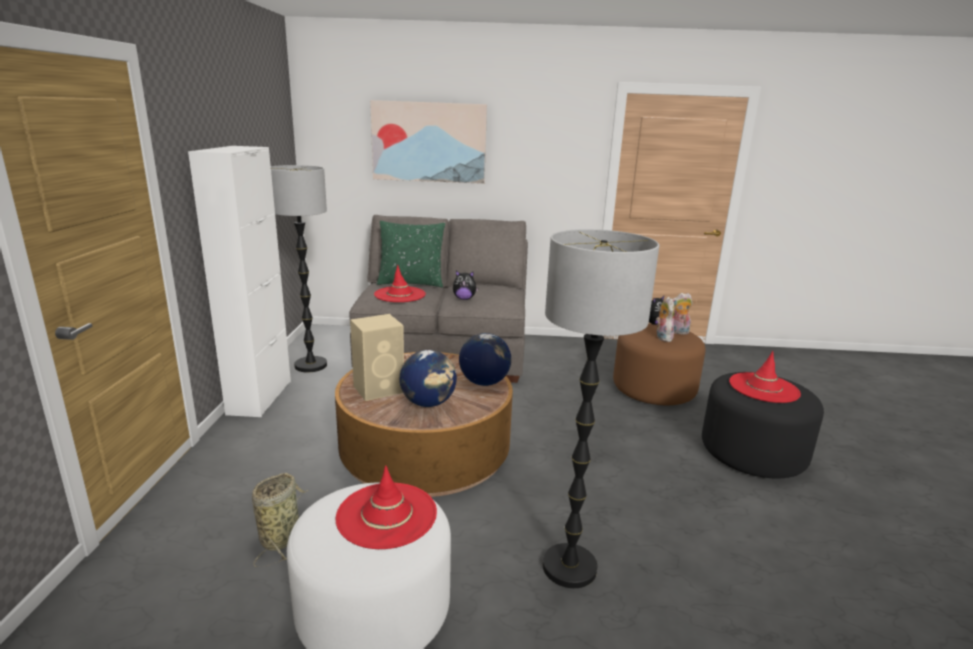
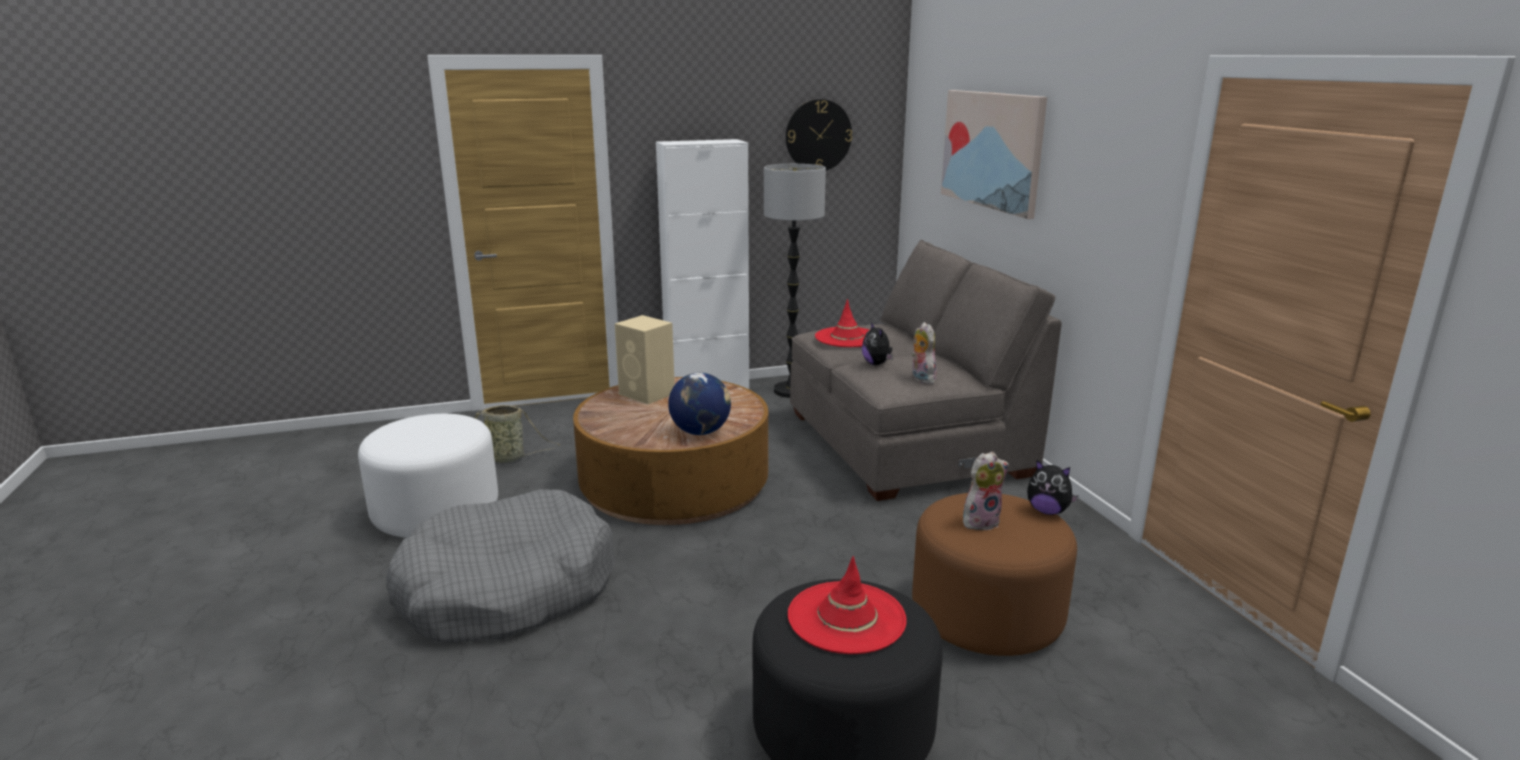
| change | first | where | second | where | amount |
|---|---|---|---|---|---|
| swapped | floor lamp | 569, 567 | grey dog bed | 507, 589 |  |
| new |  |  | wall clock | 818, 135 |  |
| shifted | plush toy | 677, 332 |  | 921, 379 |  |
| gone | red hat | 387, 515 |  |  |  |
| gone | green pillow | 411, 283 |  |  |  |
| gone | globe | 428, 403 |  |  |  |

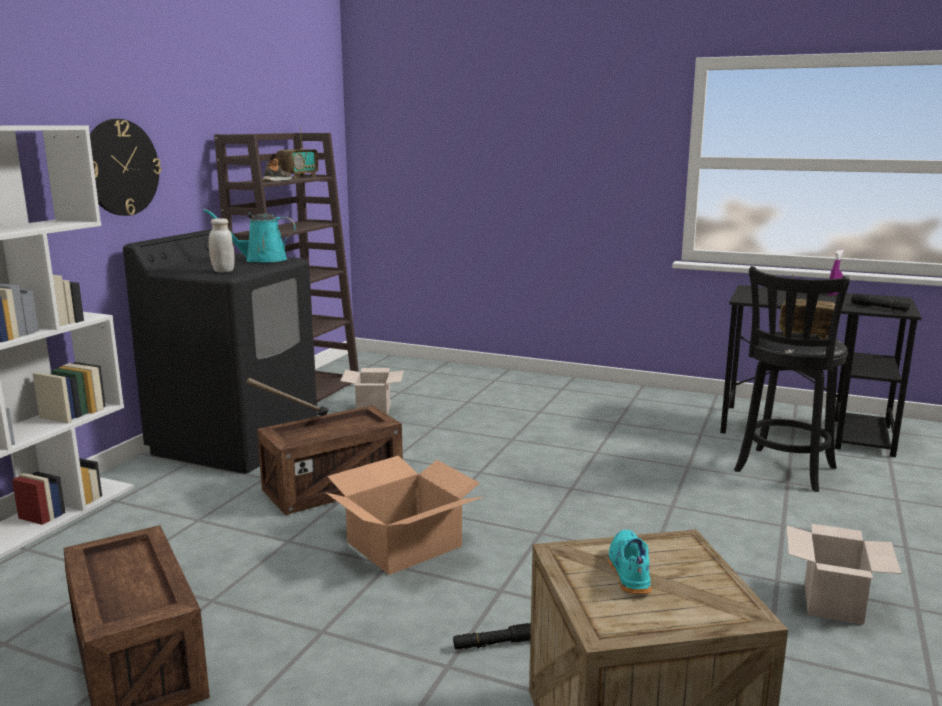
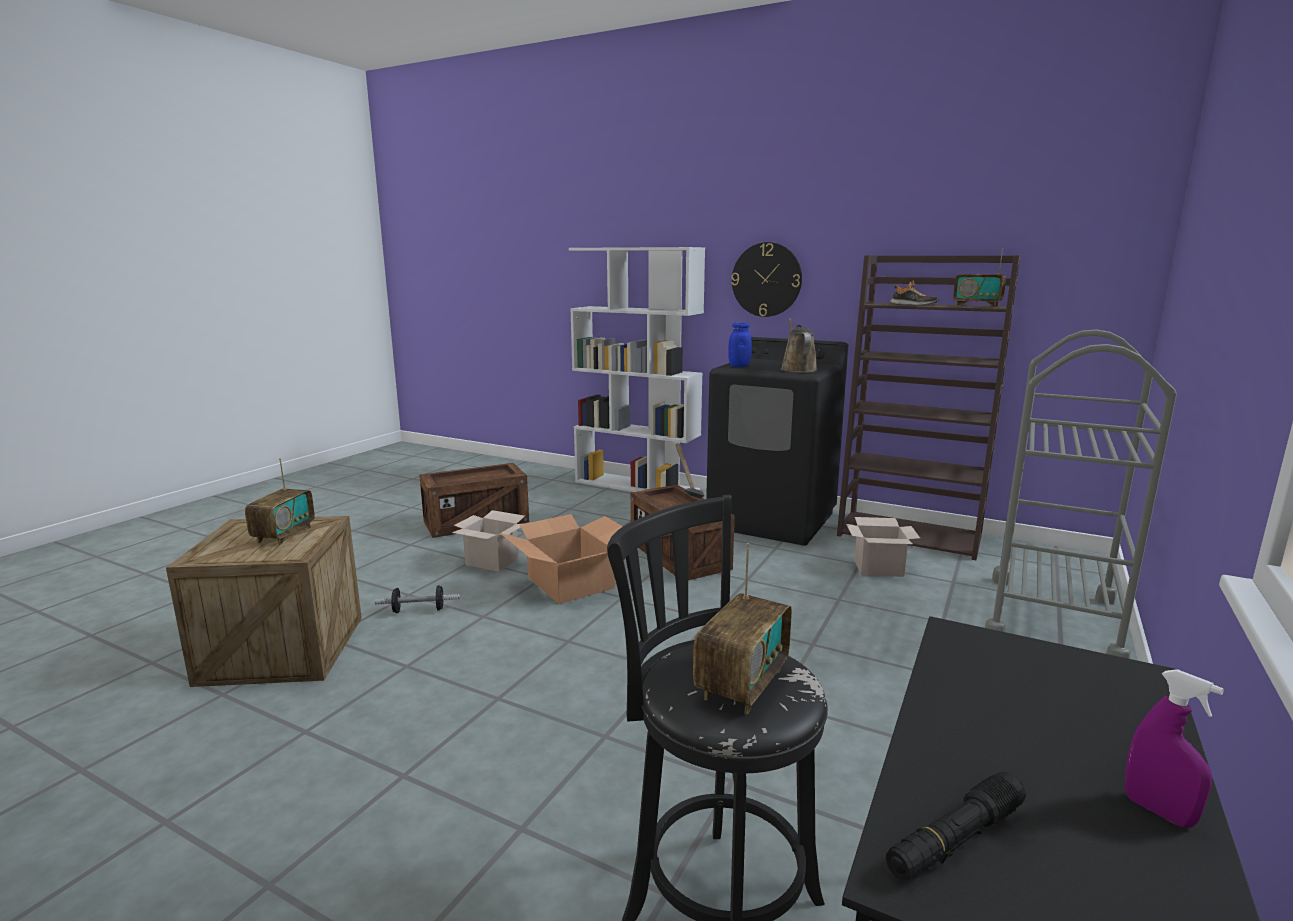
| change | first | where | second | where | amount |
|---|---|---|---|---|---|
| swapped | turquoise shoe | 628, 571 | radio | 284, 535 |  |
| swapped | black flashlight | 495, 644 | dumbbell | 419, 610 |  |
| shifted | cardboard box | 834, 604 |  | 490, 562 |  |
| repainted | white jar | 223, 271 | blue jar | 739, 366 |  |
| repainted | turquoise watering can | 261, 260 | brown watering can | 797, 369 |  |
| new |  |  | grey cart | 1052, 618 |  |

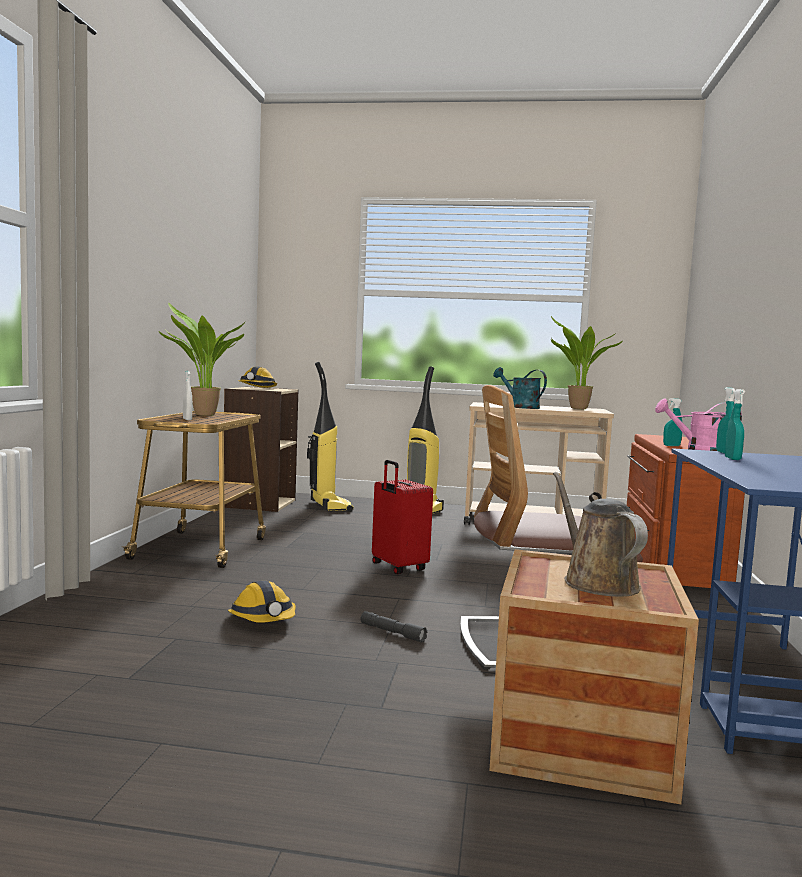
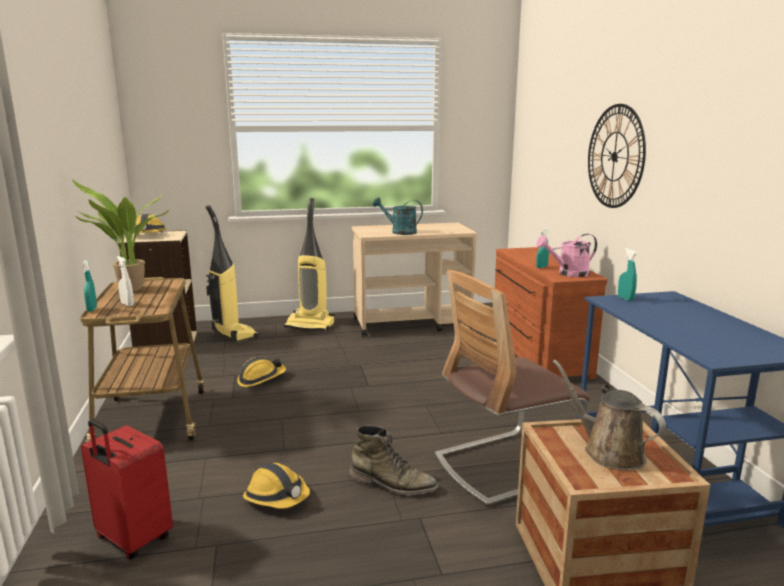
| change | first | where | second | where | amount |
|---|---|---|---|---|---|
| shifted | red suitcase | 397, 567 |  | 132, 539 |  |
| shifted | turquoise spray bottle | 732, 459 |  | 92, 309 |  |
| new |  |  | hard hat | 261, 379 |  |
| swapped | grey flashlight | 392, 632 | green boot | 393, 484 |  |
| new |  |  | wall clock | 615, 156 |  |
| gone | potted plant | 577, 409 |  |  |  |

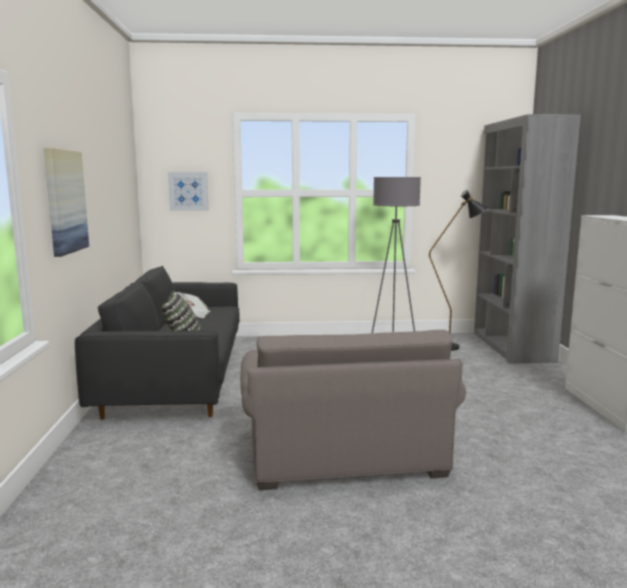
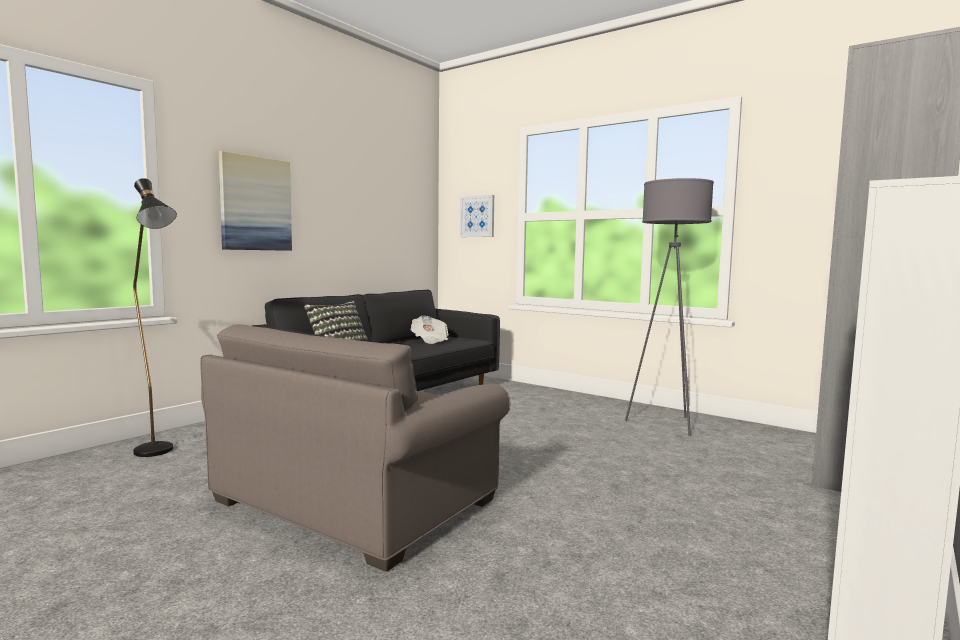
| change | first | where | second | where | amount |
|---|---|---|---|---|---|
| shifted | black floor lamp | 456, 347 |  | 159, 454 |  |

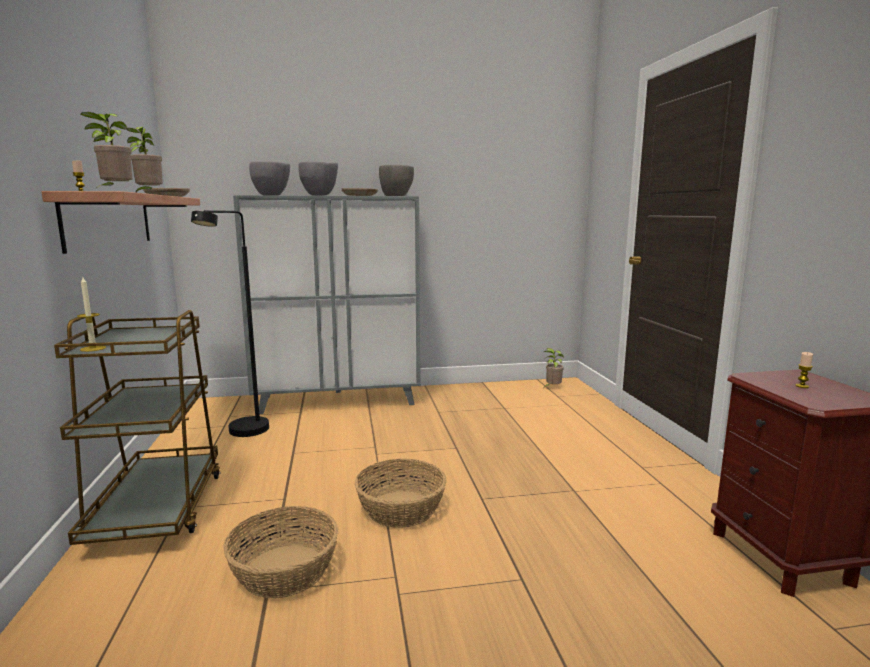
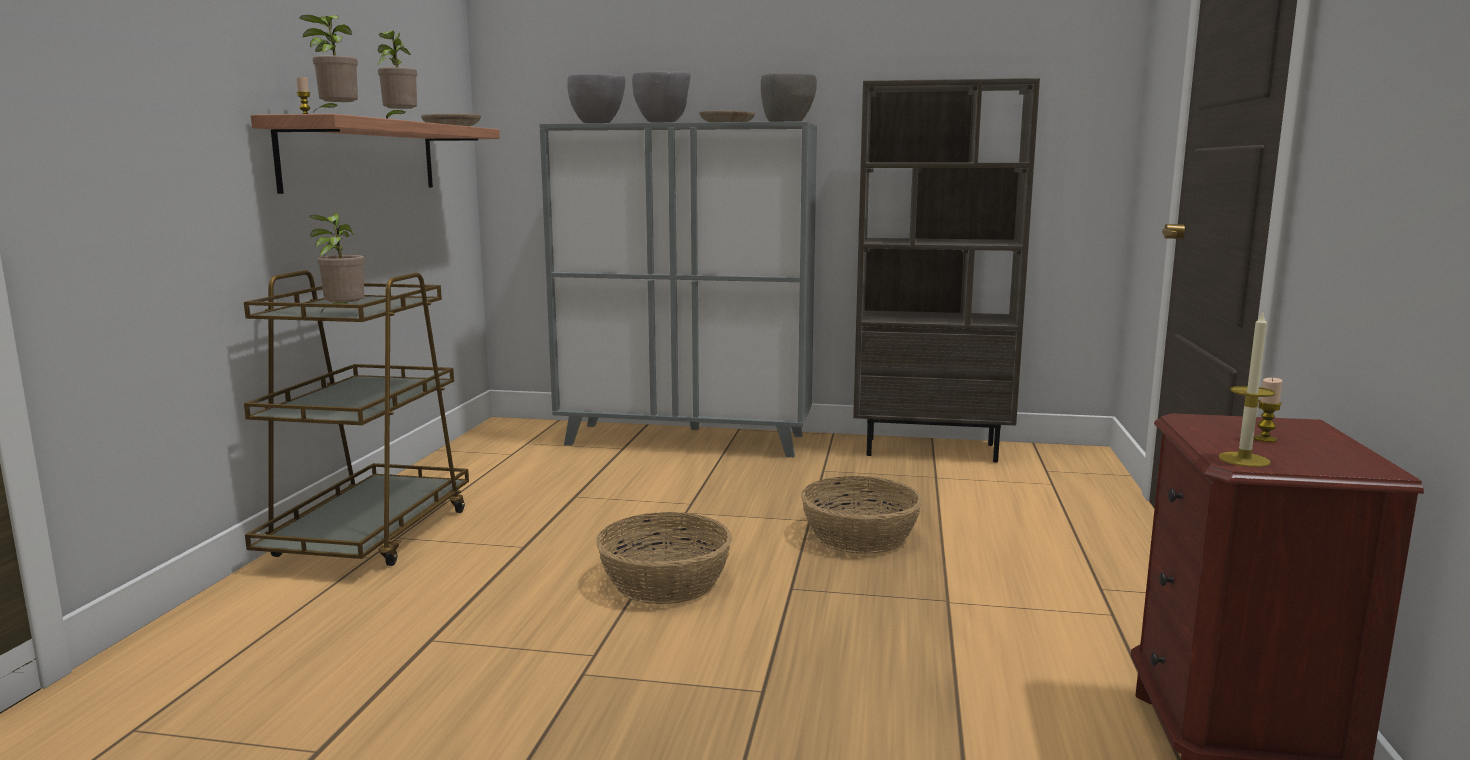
| change | first | where | second | where | amount |
|---|---|---|---|---|---|
| shifted | potted plant | 552, 388 |  | 343, 314 |  |
| shifted | basket | 285, 570 |  | 860, 536 |  |
| new |  |  | brown bookcase | 931, 449 |  |
| shifted | candle | 93, 348 |  | 1244, 459 |  |
| gone | black floor lamp | 243, 434 |  |  |  |

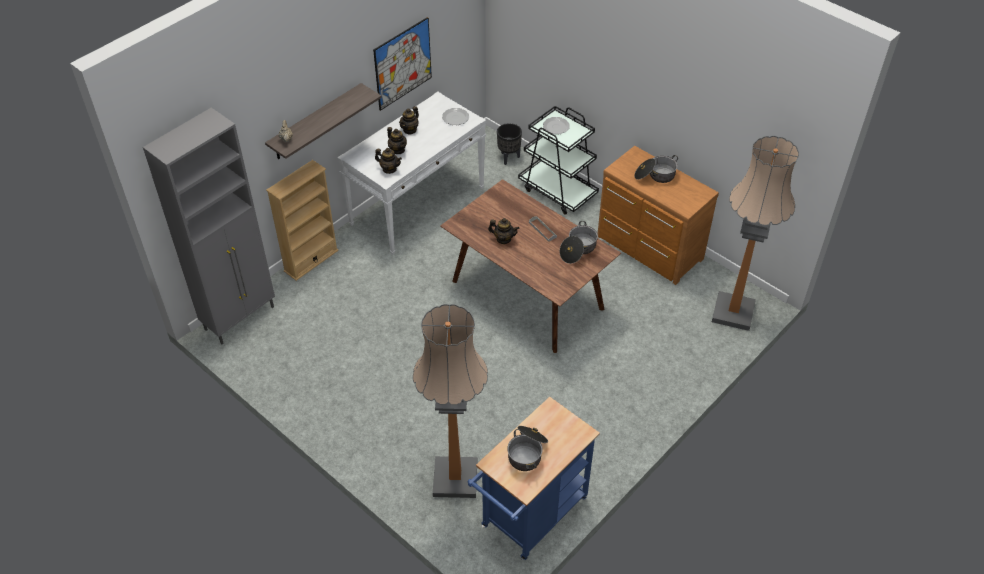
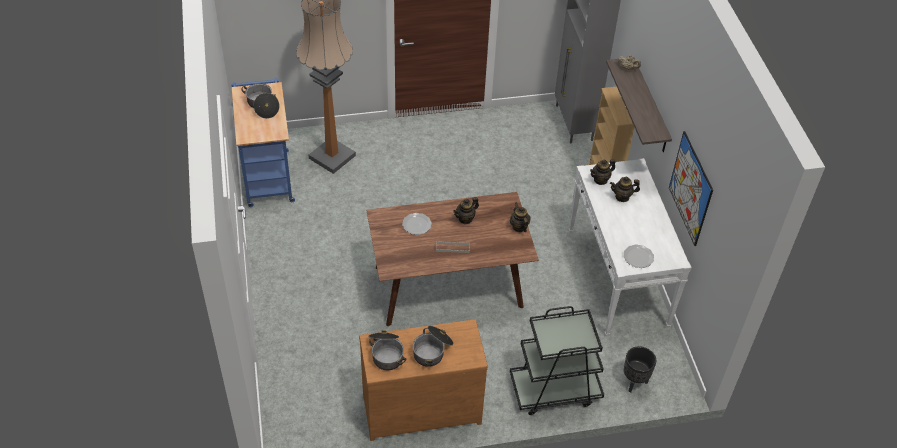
| change | first | where | second | where | amount |
|---|---|---|---|---|---|
| shifted | cooking pot | 578, 249 |  | 386, 353 |  |
| shifted | plate | 556, 126 |  | 417, 225 |  |
| shifted | teapot | 410, 130 |  | 519, 227 |  |
| gone | floor lamp | 733, 312 |  |  |  |

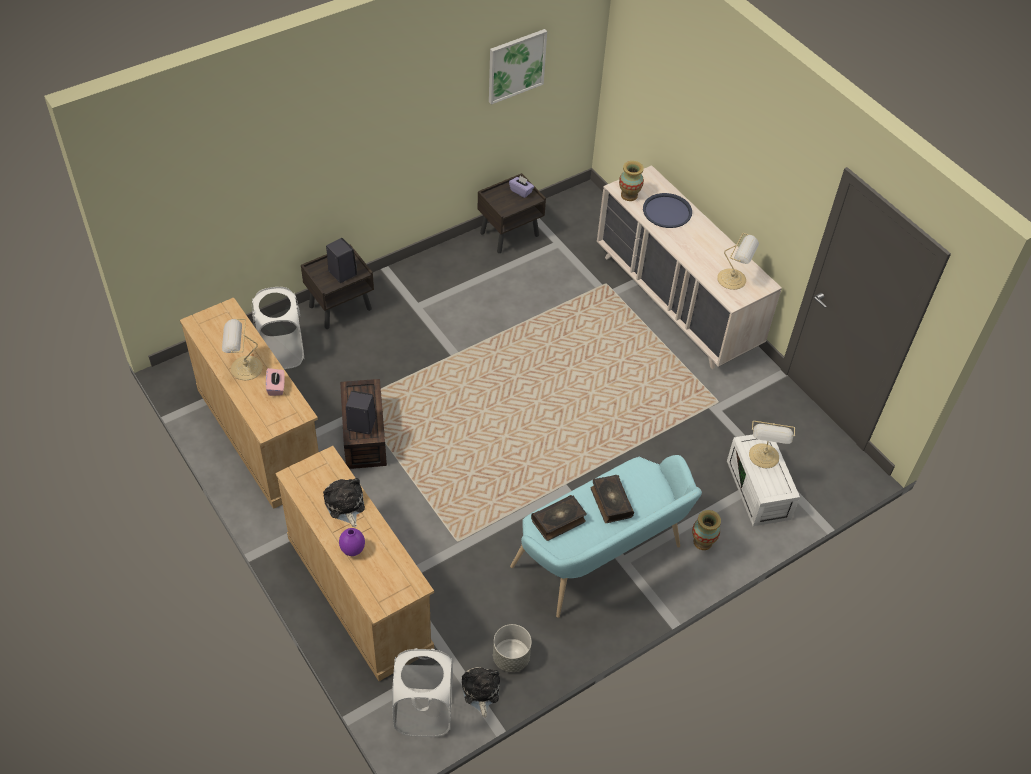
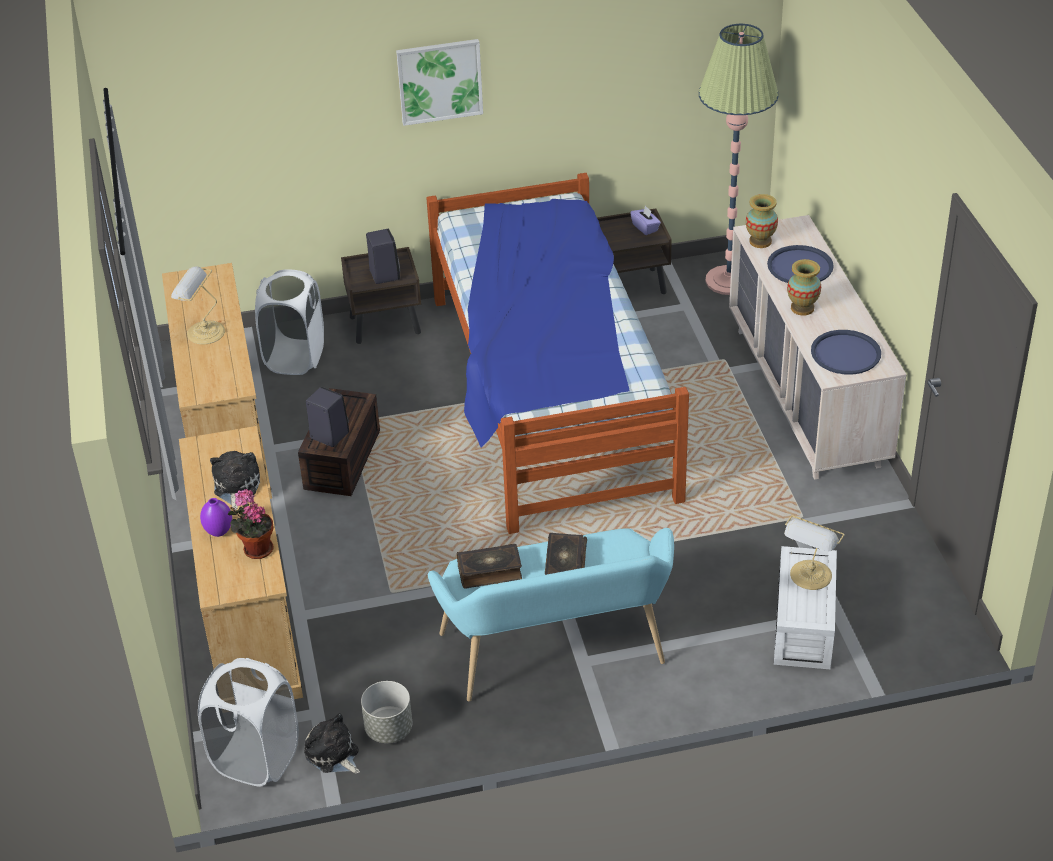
| change | first | where | second | where | amount |
|---|---|---|---|---|---|
| new |  |  | potted plant | 256, 549 |  |
| rotated | plush toy | 480, 692 |  | 333, 755 | 60 degrees counterclockwise |
| shifted | picture | 516, 65 |  | 439, 81 |  |
| new |  |  | bed | 549, 395 |  |
| new |  |  | floor lamp | 728, 281 |  |
| shifted | vase | 702, 542 |  | 802, 308 |  |
| swapped | table lamp | 733, 279 | blue tray | 845, 353 |  |
| gone | pink tissue box | 276, 387 |  |  |  |

